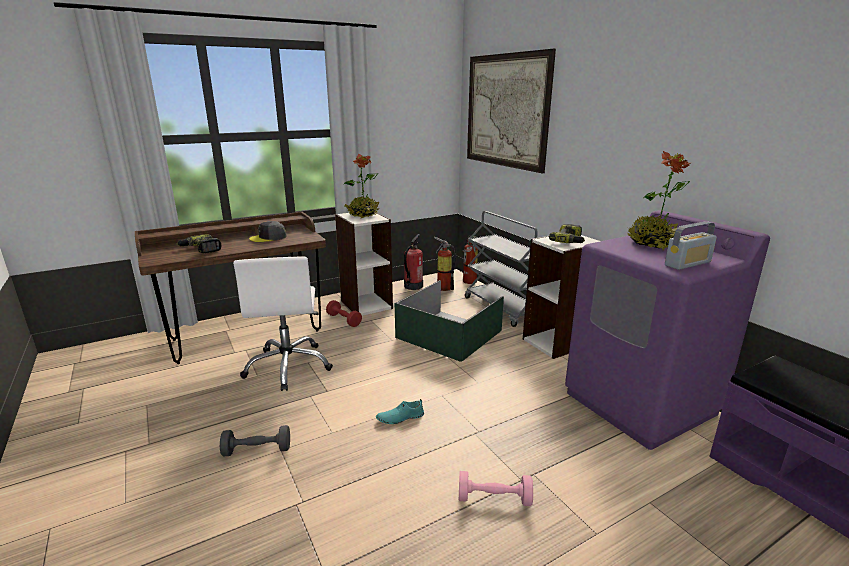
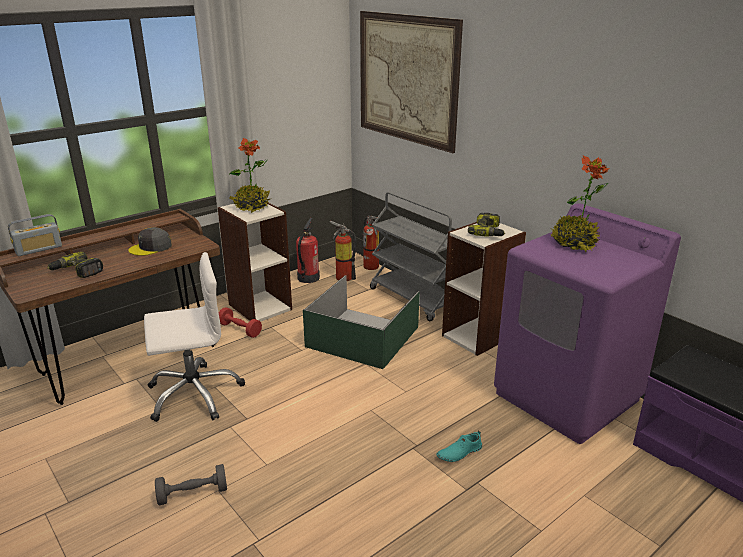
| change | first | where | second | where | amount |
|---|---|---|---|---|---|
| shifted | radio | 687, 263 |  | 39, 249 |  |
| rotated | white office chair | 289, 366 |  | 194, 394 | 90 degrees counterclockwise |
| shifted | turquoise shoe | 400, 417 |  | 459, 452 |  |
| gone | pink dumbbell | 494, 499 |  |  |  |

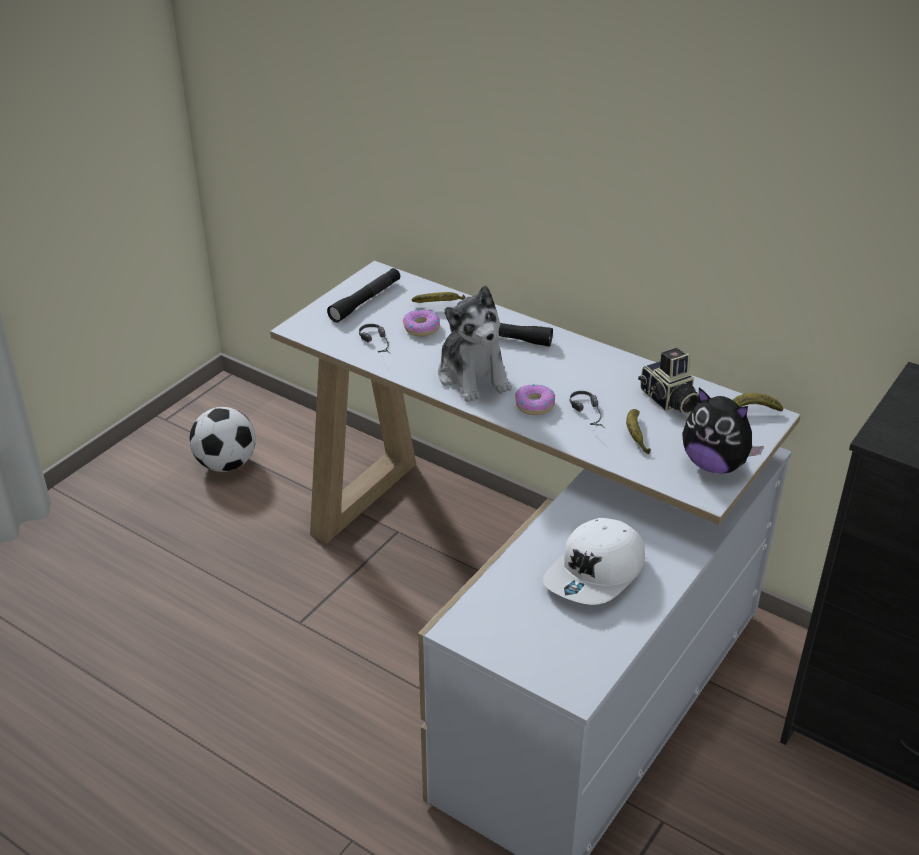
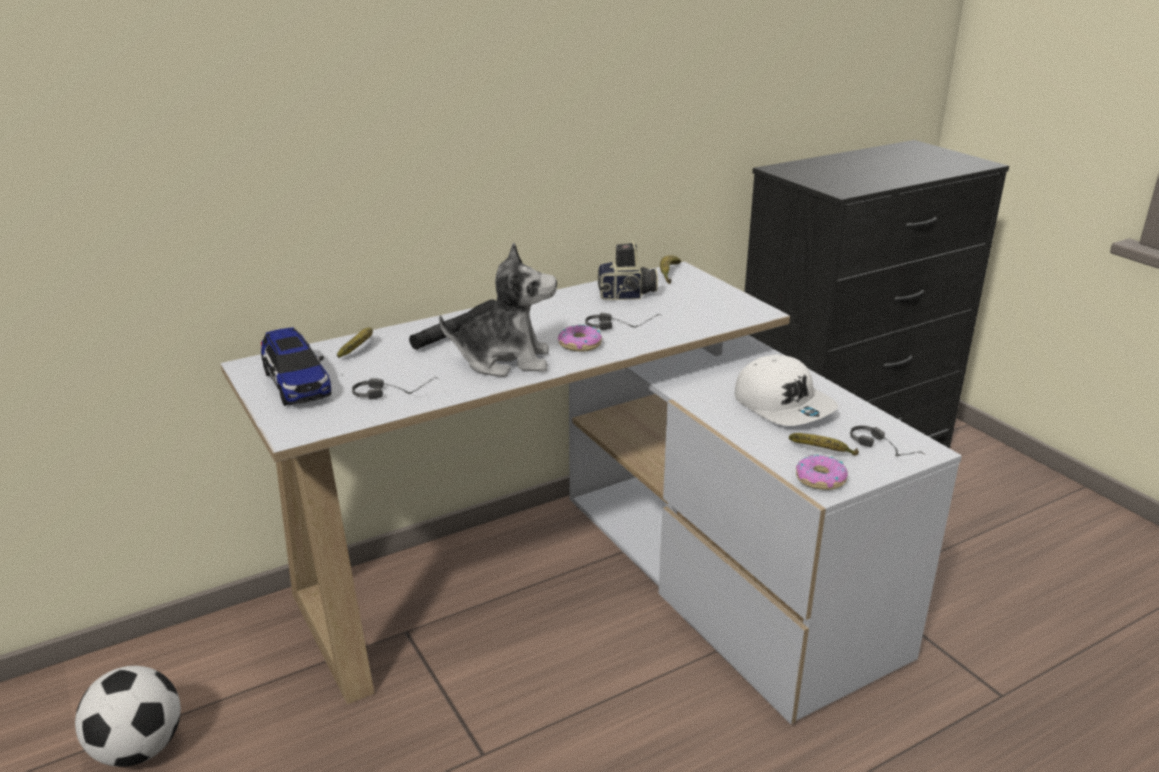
| change | first | where | second | where | amount |
|---|---|---|---|---|---|
| swapped | black flashlight | 365, 301 | toy car | 296, 383 |  |
| shifted | banana | 635, 435 |  | 822, 452 |  |
| shifted | donut | 421, 328 |  | 820, 479 |  |
| new |  |  | headphones | 888, 450 |  |
| gone | plush toy | 715, 464 |  |  |  |

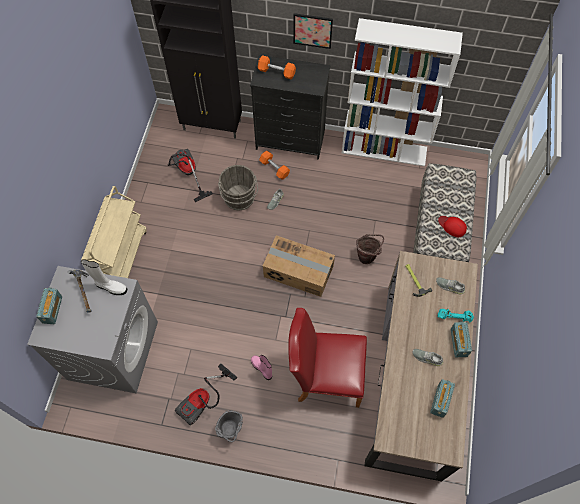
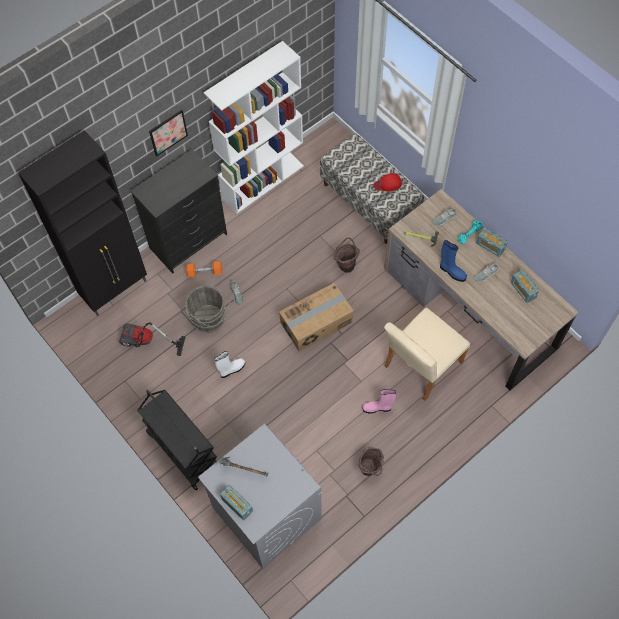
| change | first | where | second | where | amount |
|---|---|---|---|---|---|
| repainted | beige cart | 122, 258 | black cart | 183, 450 |  |
| shifted | white boot | 110, 287 |  | 231, 369 |  |
| swapped | vacuum cleaner | 204, 401 | brown bucket | 370, 470 |  |
| repainted | red chair | 324, 376 | beige chair | 419, 367 |  |
| new |  |  | blue boot | 451, 272 |  |
| gone | grey bucket | 231, 432 |  |  |  |
| gone | orange dumbbell | 276, 72 |  |  |  |

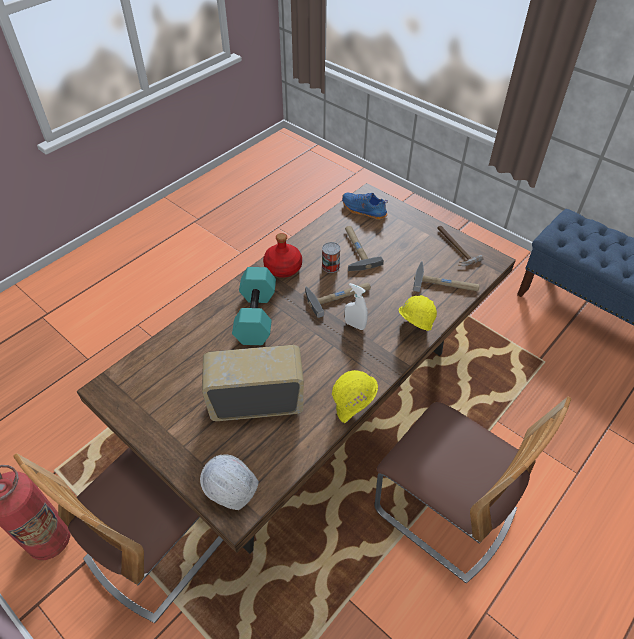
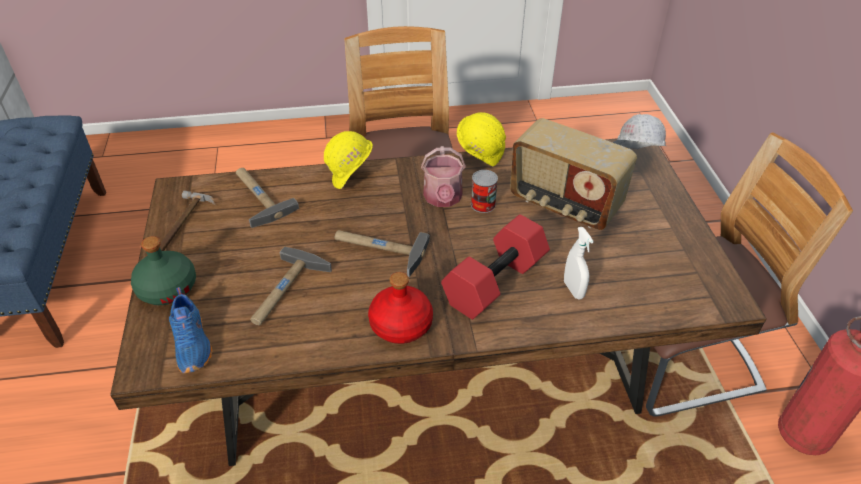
| change | first | where | second | where | amount |
|---|---|---|---|---|---|
| new |  |  | green bottle | 167, 288 |  |
| new |  |  | watering can | 443, 199 |  |
| repainted | turquoise dumbbell | 257, 317 | red dumbbell | 494, 281 |  |
| shifted | can | 330, 266 |  | 483, 204 |  |
| shifted | white spray bottle | 355, 325 |  | 573, 290 |  |

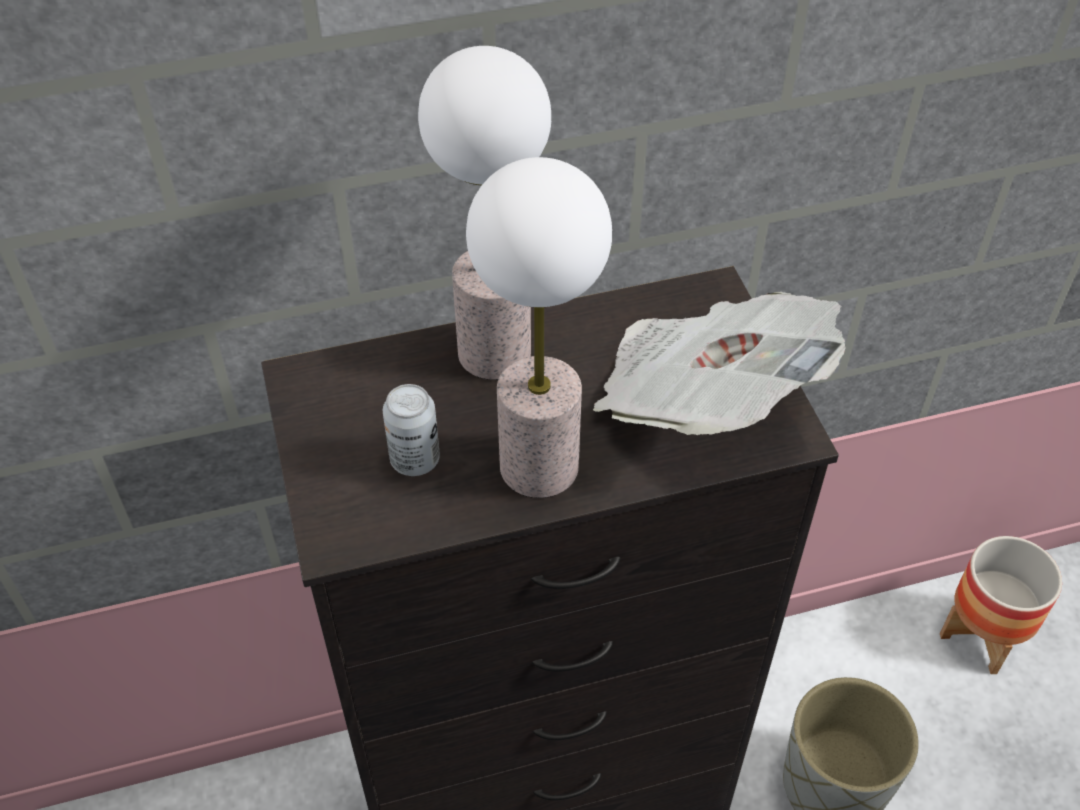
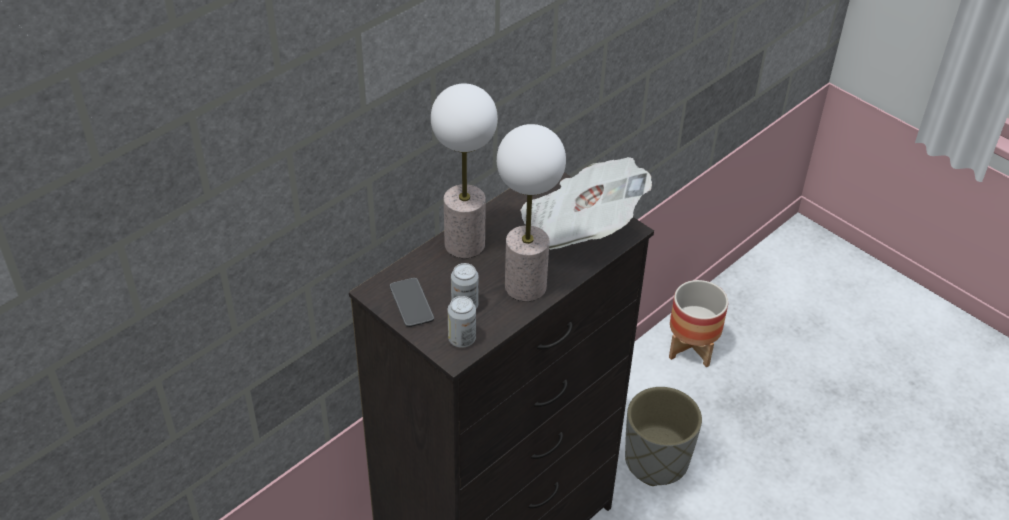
| change | first | where | second | where | amount |
|---|---|---|---|---|---|
| new |  |  | phone | 411, 303 |  |
| new |  |  | can | 462, 339 |  |

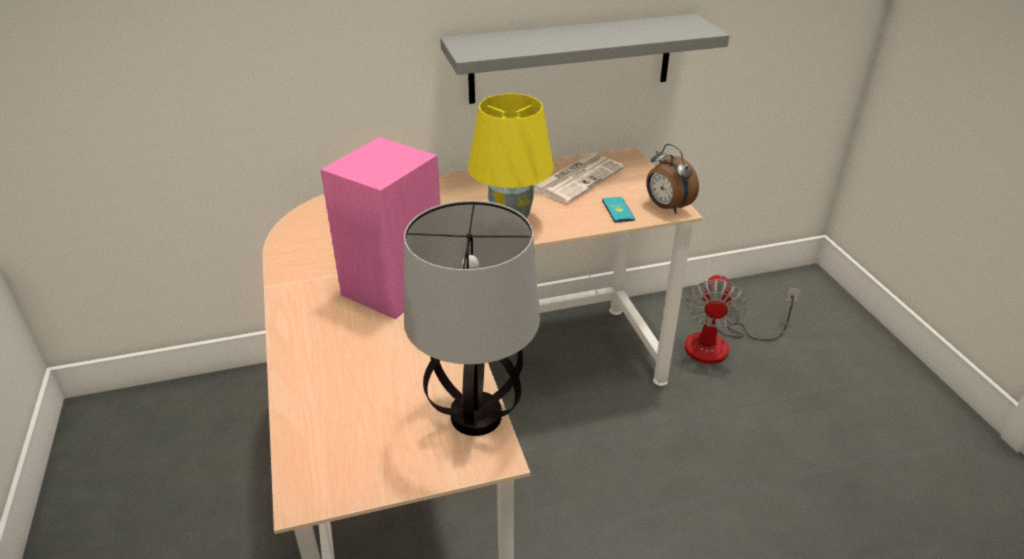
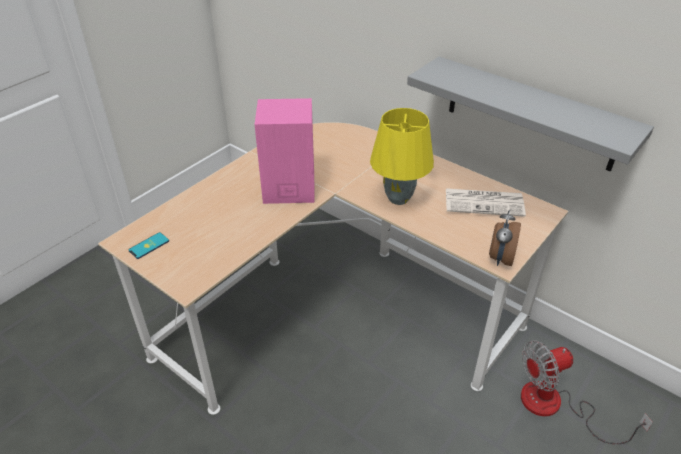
| change | first | where | second | where | amount |
|---|---|---|---|---|---|
| shifted | phone | 618, 210 |  | 149, 246 |  |
| gone | table lamp | 474, 416 |  |  |  |

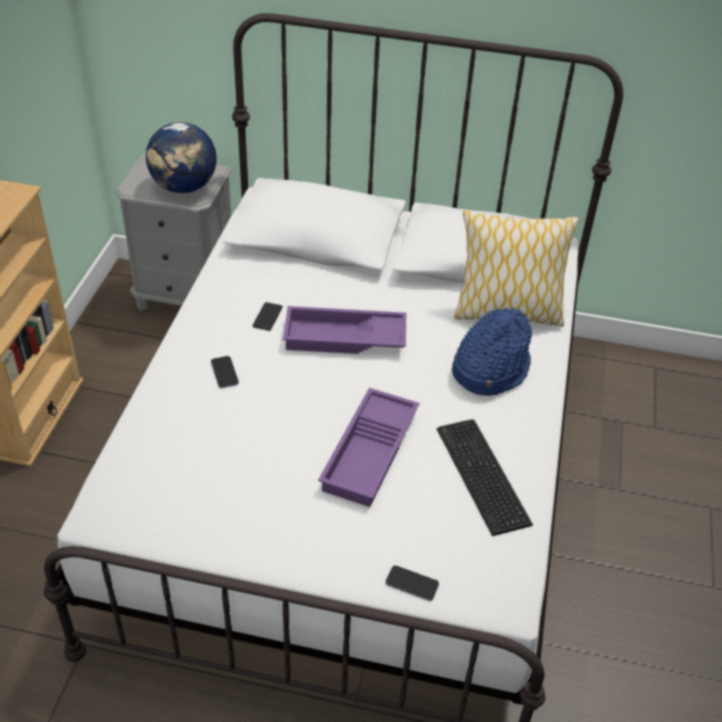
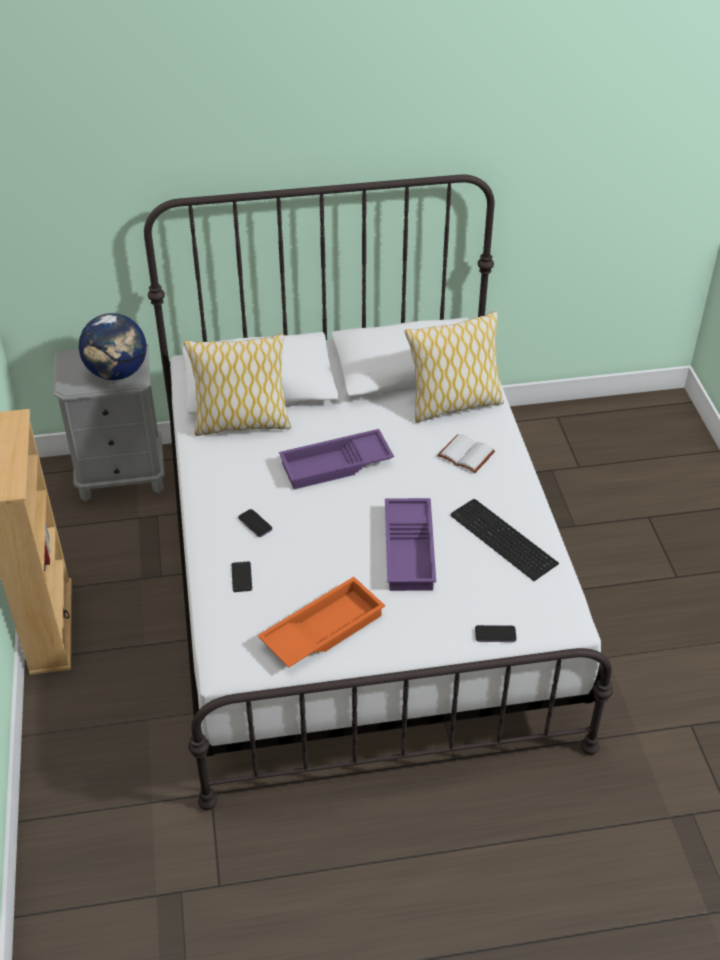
| change | first | where | second | where | amount |
|---|---|---|---|---|---|
| new |  |  | pillow | 241, 423 |  |
| shifted | phone | 267, 317 |  | 241, 577 |  |
| new |  |  | orange tray | 322, 629 |  |
| swapped | blue hat | 489, 369 | white book | 464, 455 |  |

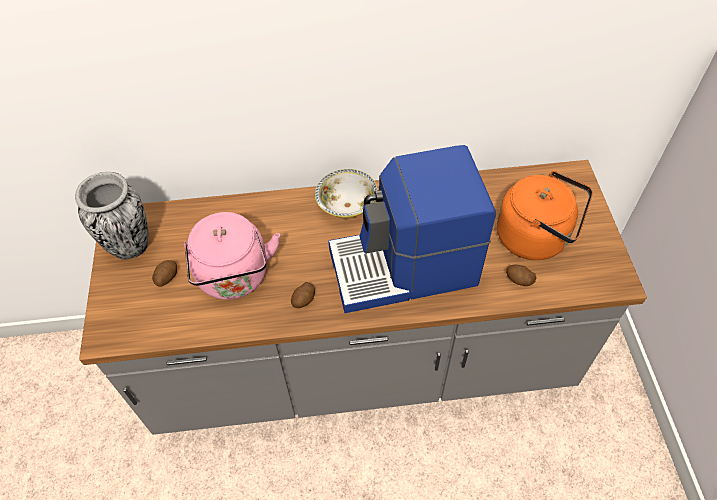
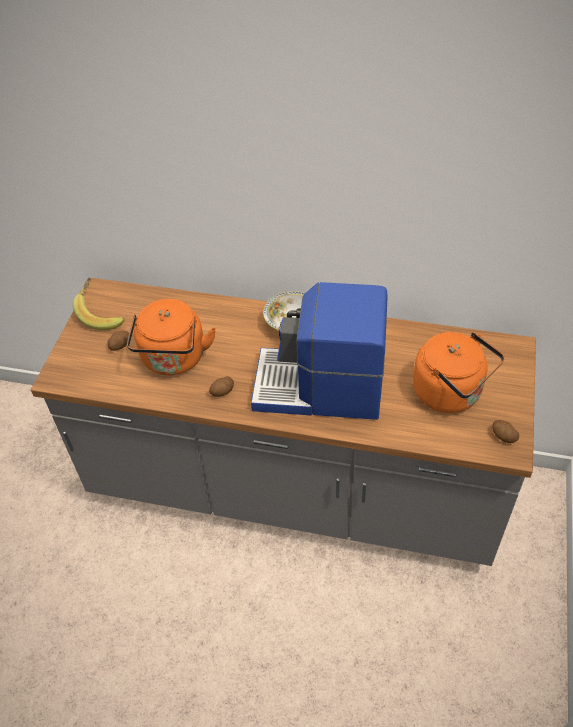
| change | first | where | second | where | amount |
|---|---|---|---|---|---|
| swapped | vase | 130, 246 | banana | 102, 314 |  |
| repainted | pink kettle | 235, 278 | orange kettle | 173, 360 |  |
| shifted | potato | 519, 280 |  | 503, 436 |  |

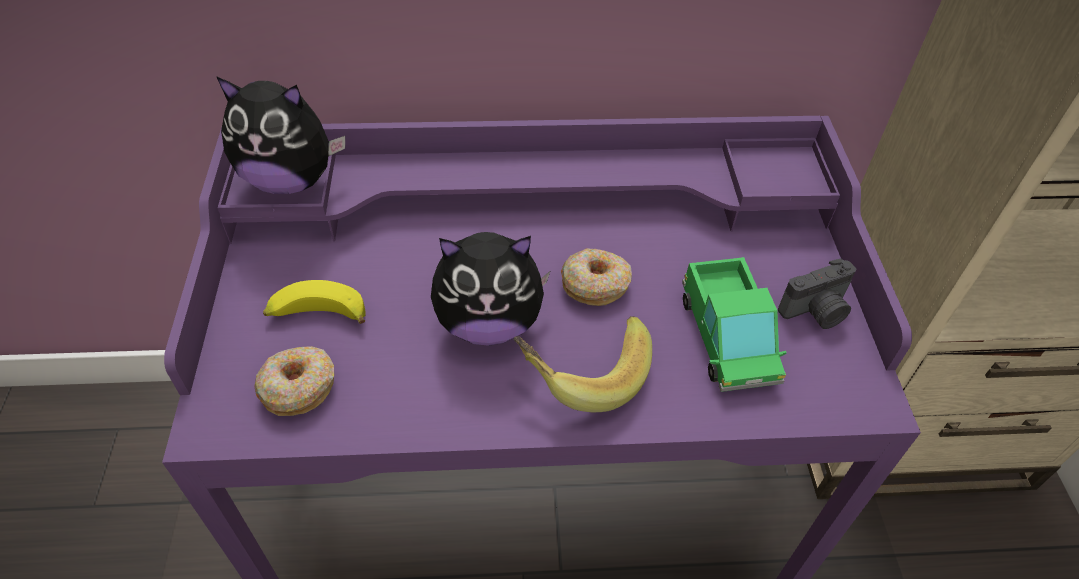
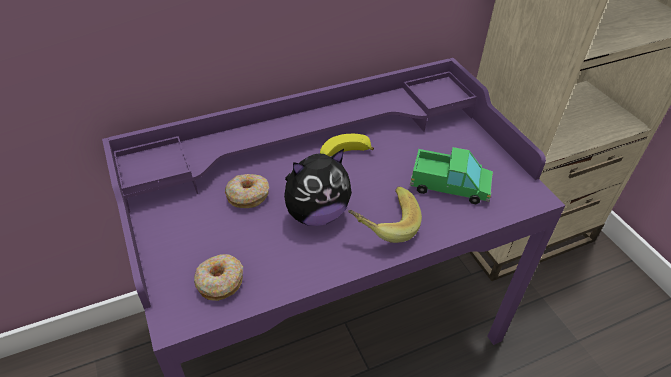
| change | first | where | second | where | amount |
|---|---|---|---|---|---|
| shifted | donut | 595, 284 |  | 248, 195 |  |
| shifted | banana | 317, 315 |  | 343, 154 |  |
| rotated | toy truck | 727, 338 |  | 449, 186 | 45 degrees counterclockwise |
| gone | plush toy | 290, 180 |  |  |  |
| gone | photo camera | 816, 312 |  |  |  |

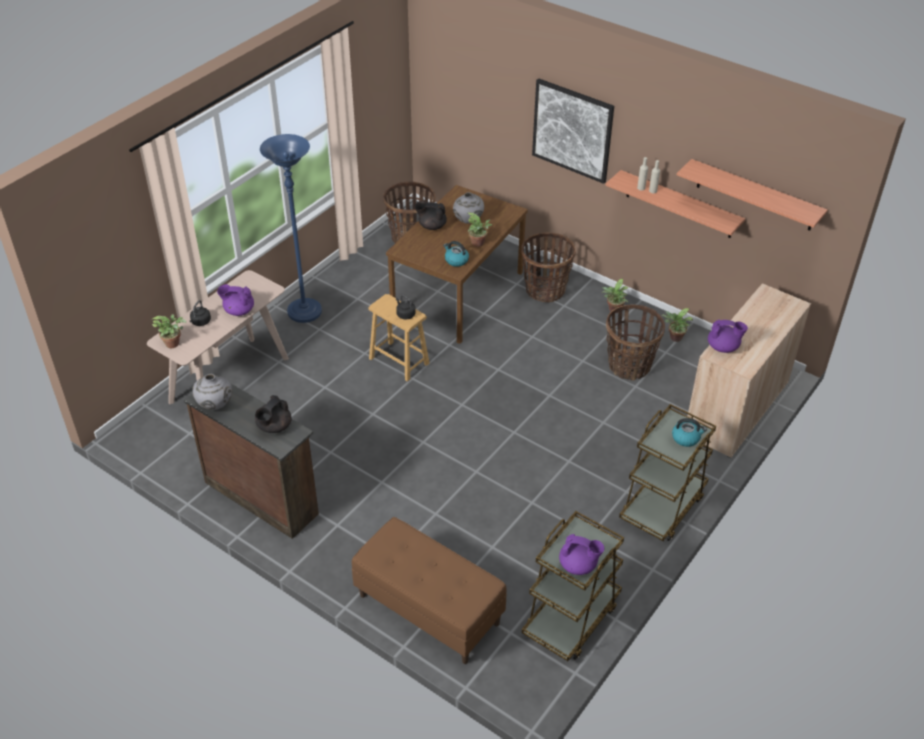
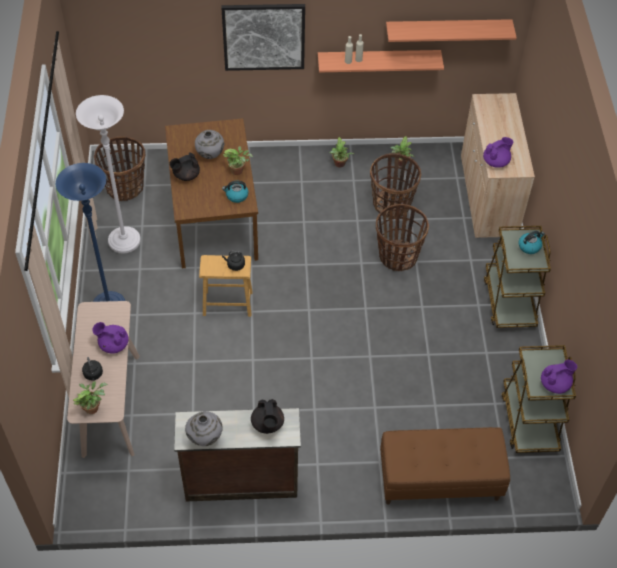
| change | first | where | second | where | amount |
|---|---|---|---|---|---|
| new |  |  | white floor lamp | 124, 241 |  |
| rotated | purple teapot | 238, 310 |  | 113, 344 | 45 degrees clockwise |
| shifted | basket | 545, 290 |  | 397, 256 |  |

